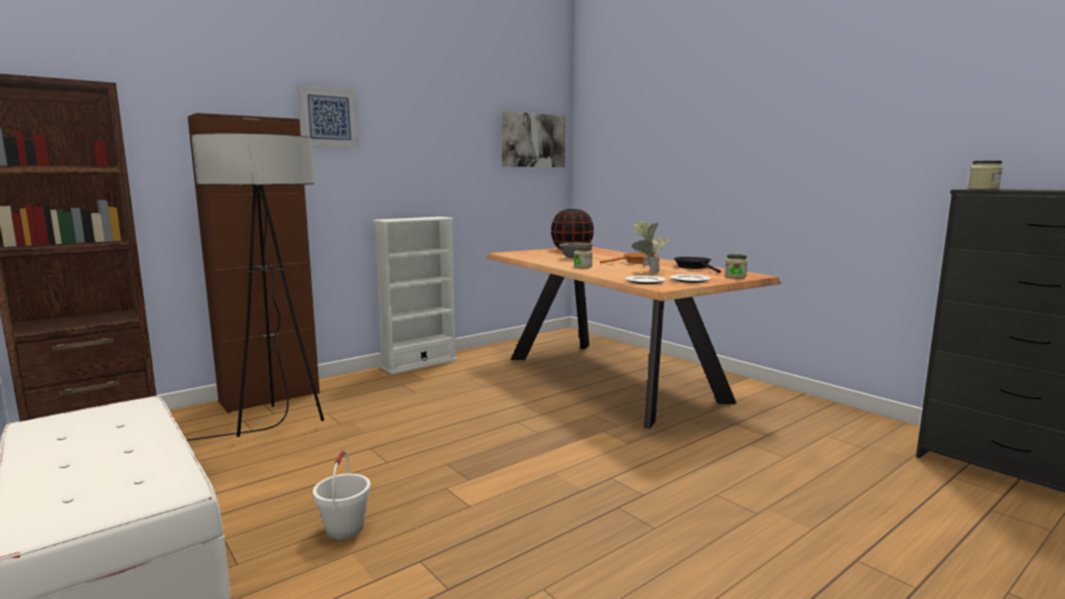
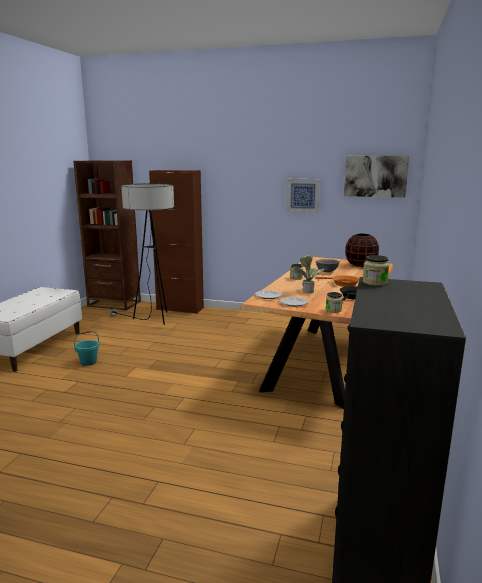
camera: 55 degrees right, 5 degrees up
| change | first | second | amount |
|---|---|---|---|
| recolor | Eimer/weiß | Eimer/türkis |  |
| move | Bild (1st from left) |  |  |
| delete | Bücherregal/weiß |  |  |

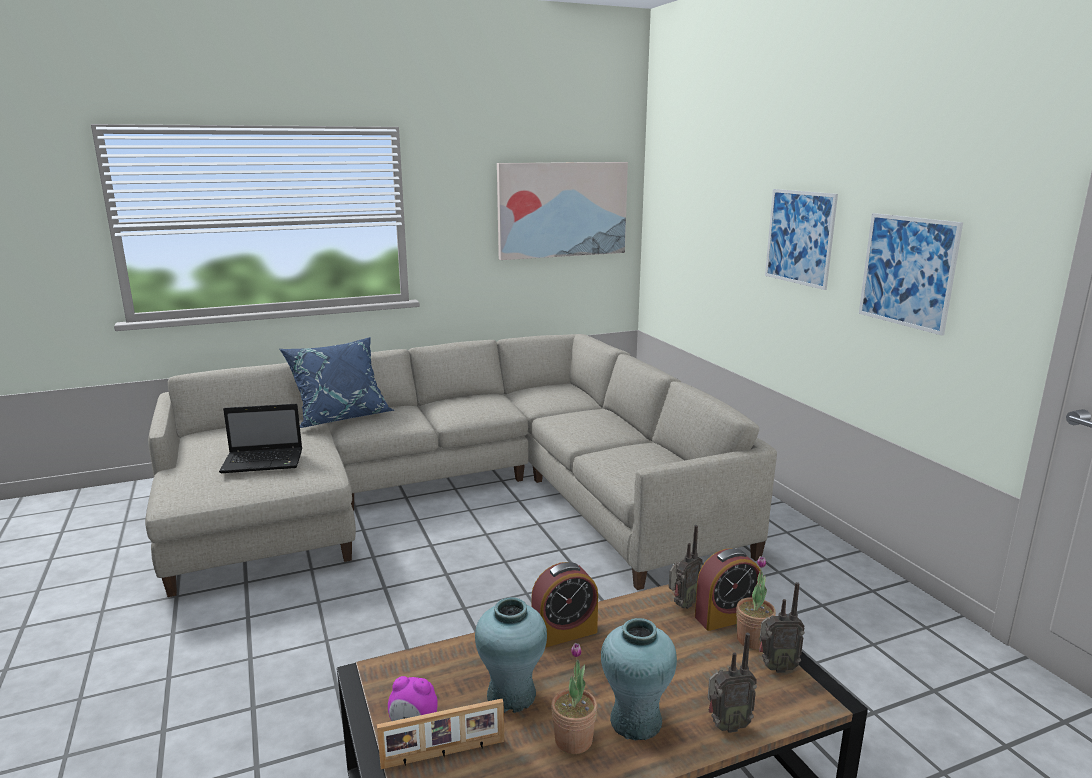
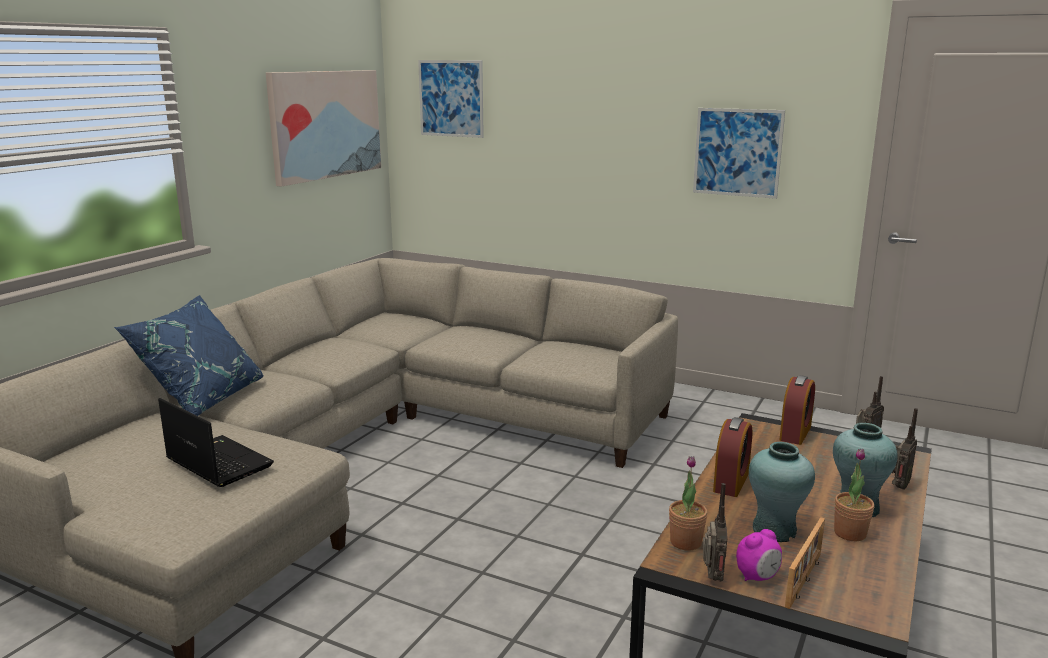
camera: 40 degrees left, 0 degrees up
| change | first | second | amount |
|---|---|---|---|
| rotate | Laptop |  | 90 degrees counterclockwise |
| move | Bild (2nd from left) |  |  |
| move | Topfpflanze (2nd from left in the first image) | Topfpflanze (1st from left) |  |
| move | Radio (1st from left) |  |  |

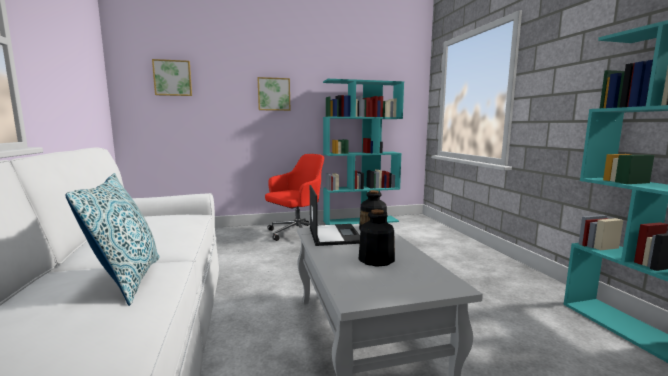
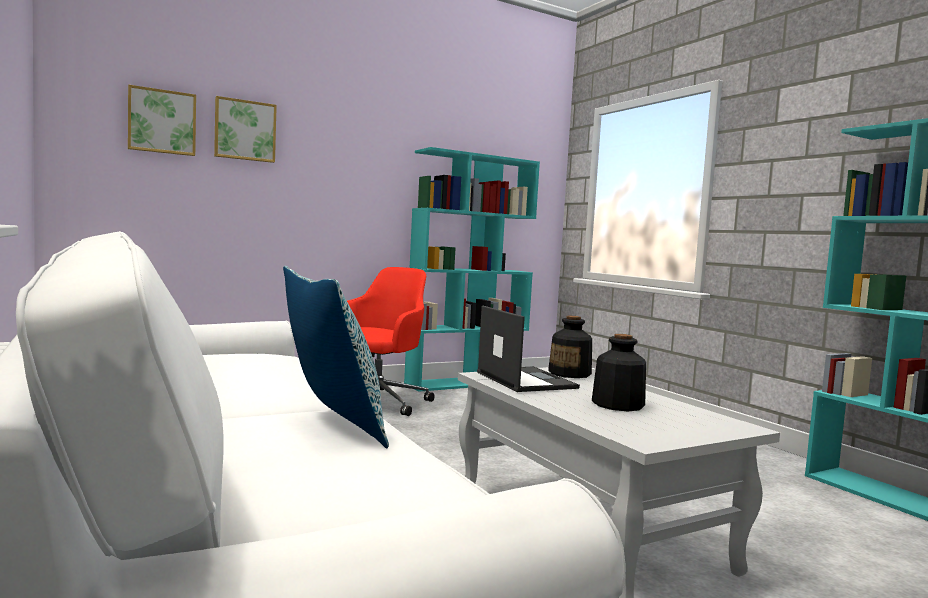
camera: 15 degrees left, 5 degrees down
| change | first | second | amount |
|---|---|---|---|
| move | Bild (2nd from left) |  |  |

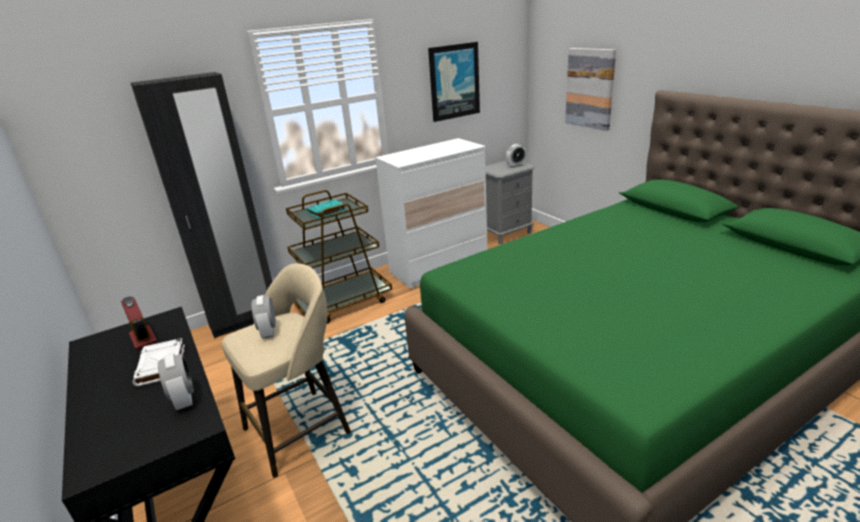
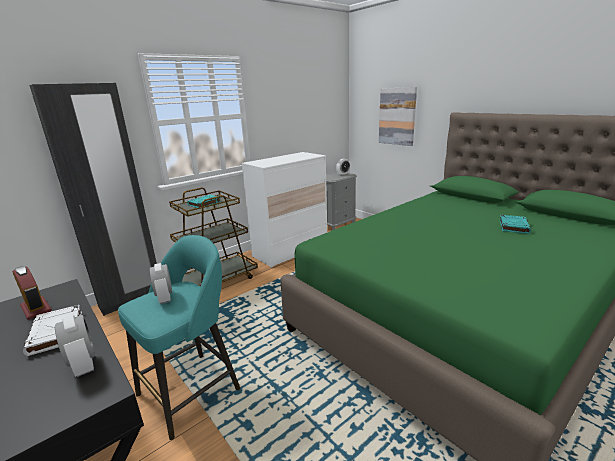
camera: 10 degrees left, 5 degrees down
| change | first | second | amount |
|---|---|---|---|
| recolor | Hocker/beige | Hocker/türkis |  |
| insert |  | Buch/türkis (2nd from left) |  |
| delete | Bild (1st from left) |  |  |

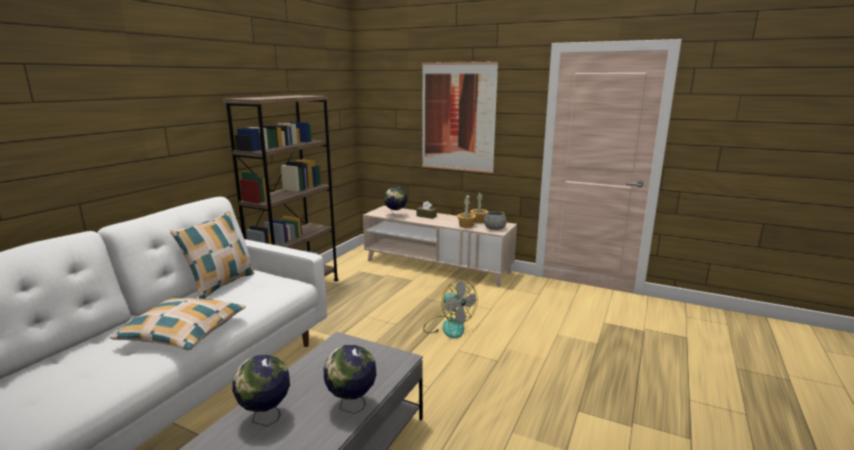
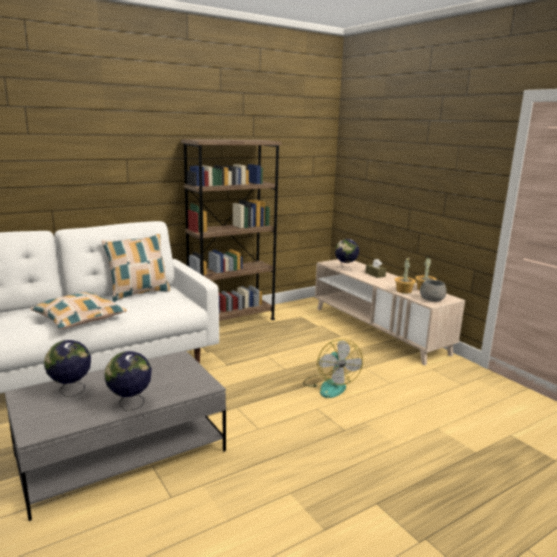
camera: 30 degrees right, 0 degrees up
| change | first | second | amount |
|---|---|---|---|
| delete | Bild |  |  |

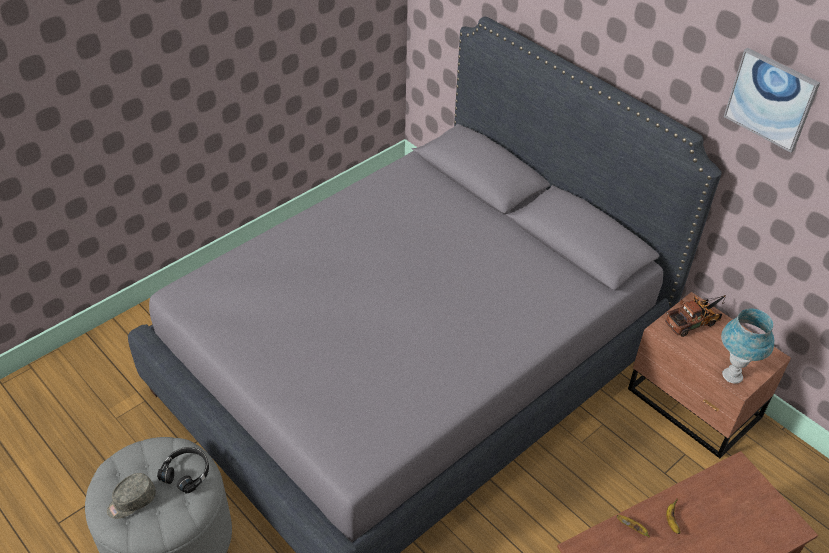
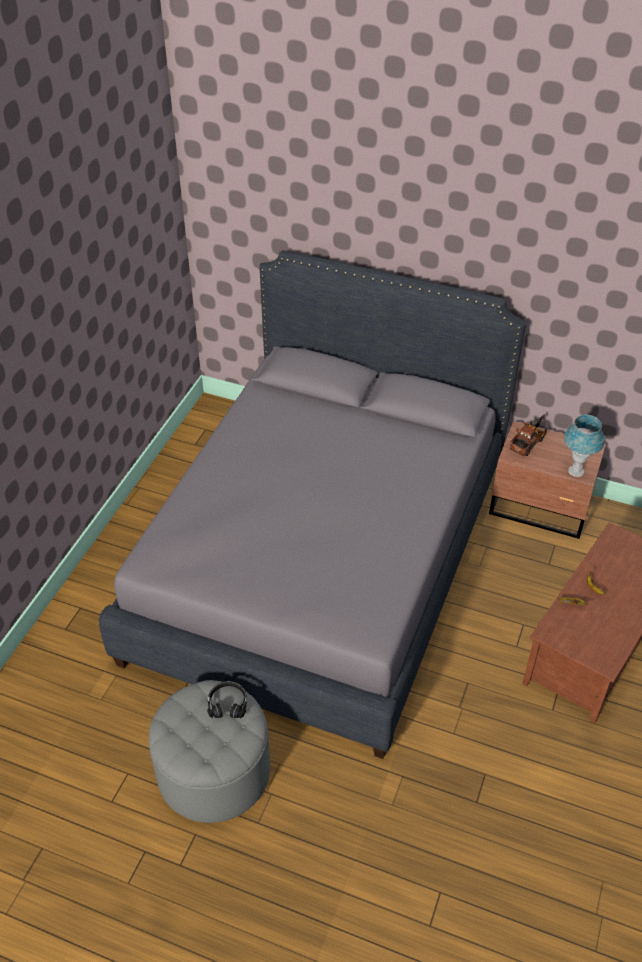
camera: 25 degrees left, 0 degrees up
| change | first | second | amount |
|---|---|---|---|
| delete | Kappe/grau |  |  |
| delete | Bild |  |  |

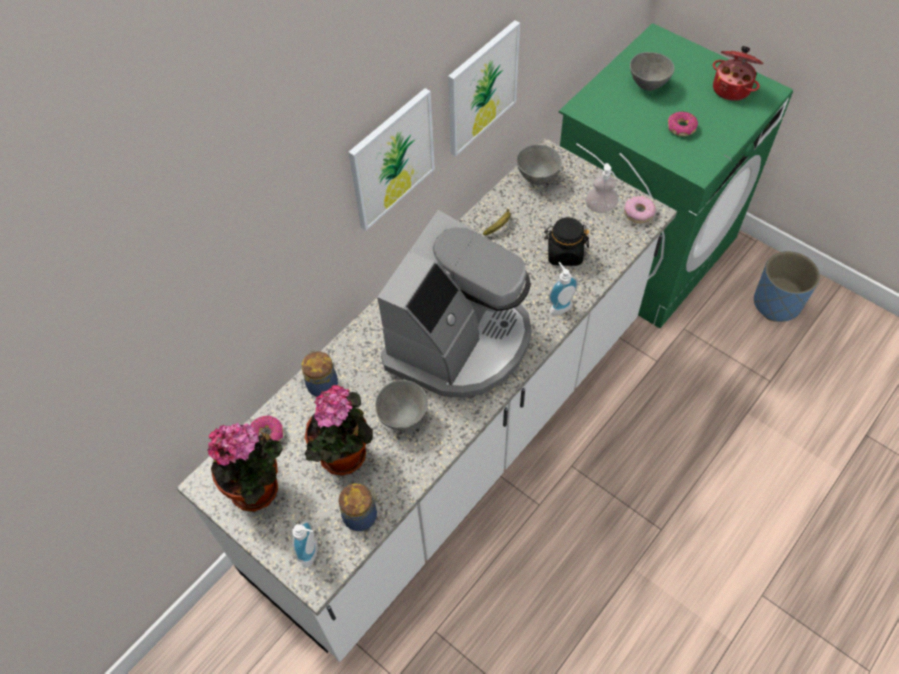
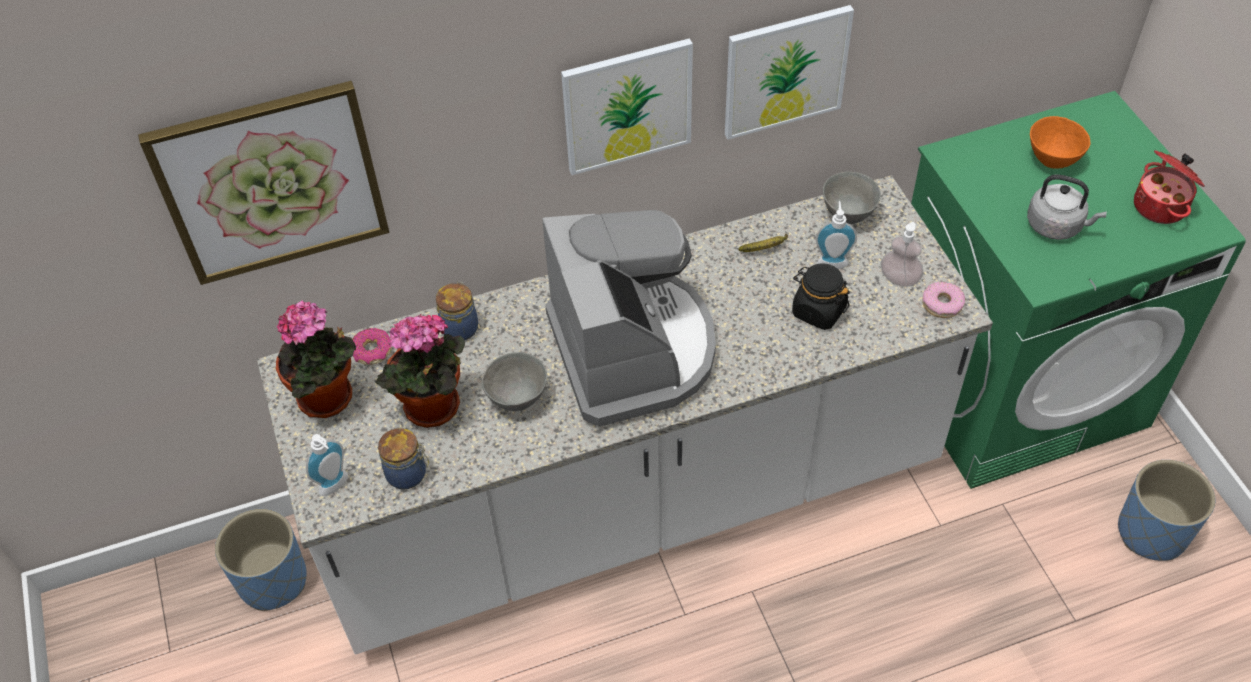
camera: 30 degrees right, 5 degrees down
| change | first | second | amount |
|---|---|---|---|
| insert |  | Bild (1st from left) |  |
| insert |  | Pflanzkübel/blau (1st from left) |  |
| rotate | Kaffeemaschine |  | 75 degrees counterclockwise |
| move | Seifenspender (2nd from left) |  |  |
| replace | Donut (3rd from left) | Wasserkessel/grau |  |
| recolor | Schüssel/grau (3rd from left) | Schüssel/orange |  |

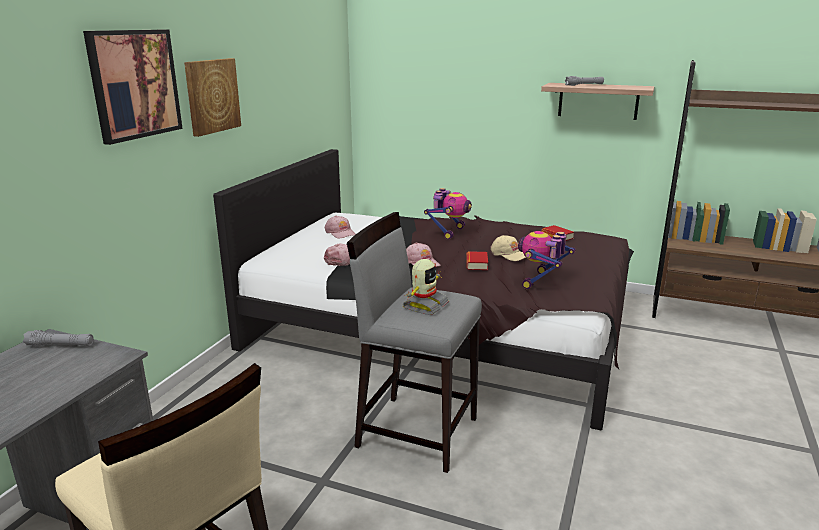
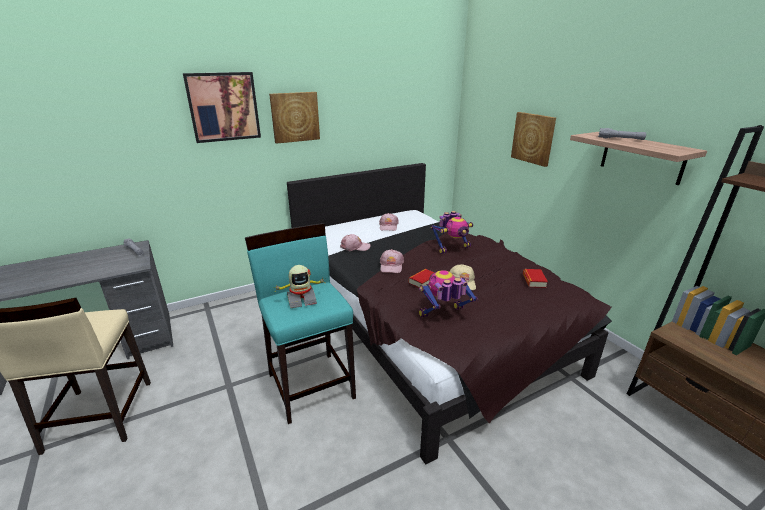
camera: 40 degrees right, 5 degrees up
| change | first | second | amount |
|---|---|---|---|
| recolor | Hocker/grau | Hocker/türkis |  |
| insert |  | Bild (3rd from left) |  |

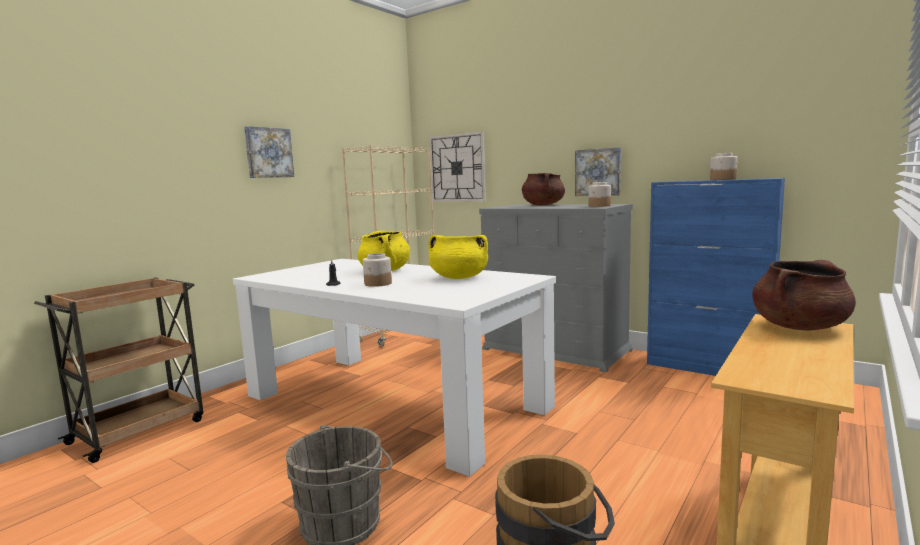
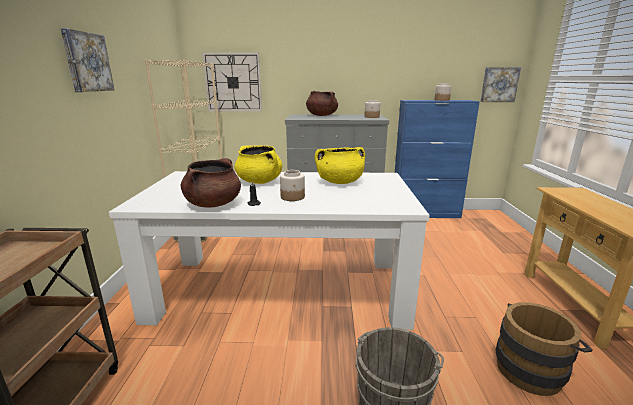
camera: 35 degrees left, 10 degrees up
| change | first | second | amount |
|---|---|---|---|
| move | Kochtopf/braun (2nd from left in the first image) | Kochtopf/braun (1st from left) |  |
| move | Bild (2nd from left) |  |  |

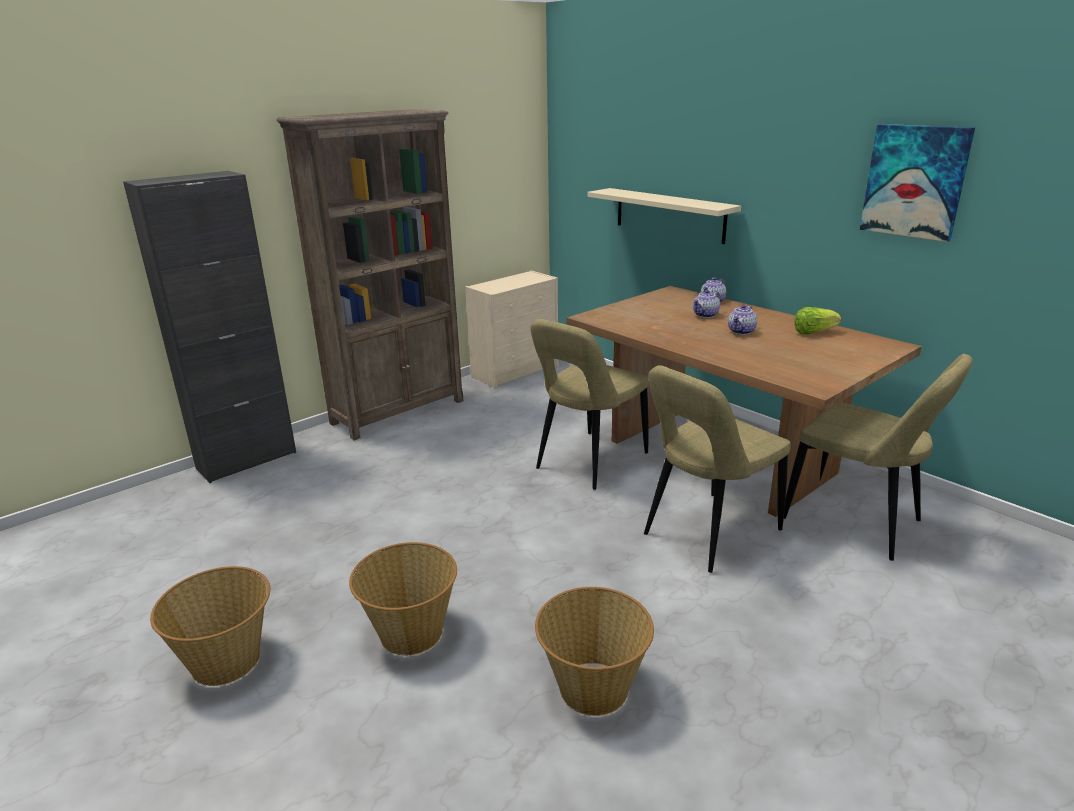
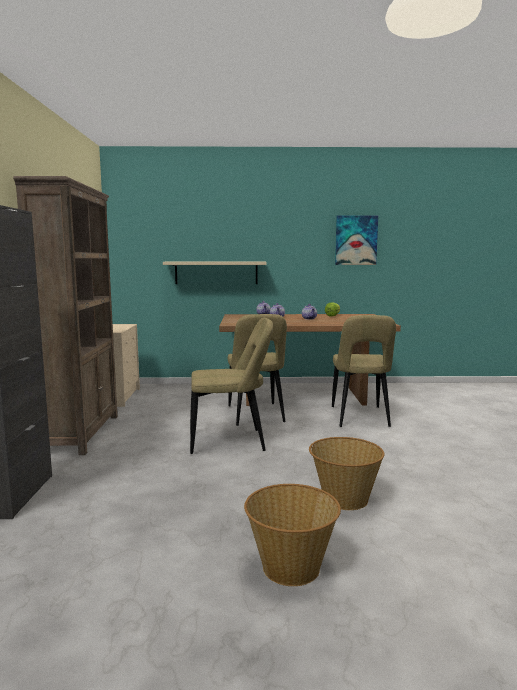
camera: 50 degrees left, 15 degrees down
| change | first | second | amount |
|---|---|---|---|
| move | Stuhl/beige (3rd from left in the first image) | Stuhl/beige (1st from left) |  |
| delete | Korb (3rd from left) |  |  |

